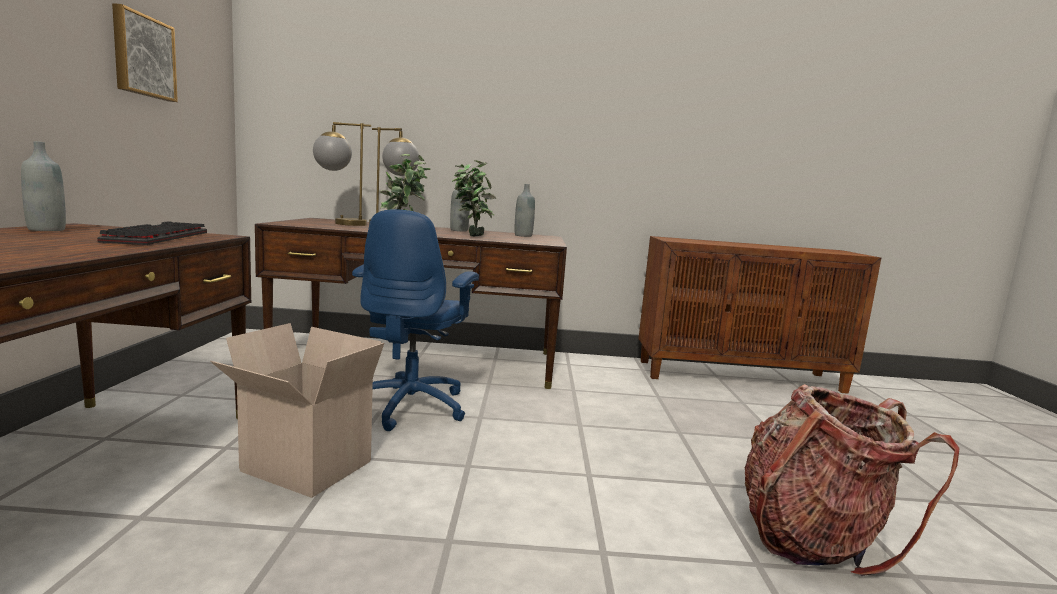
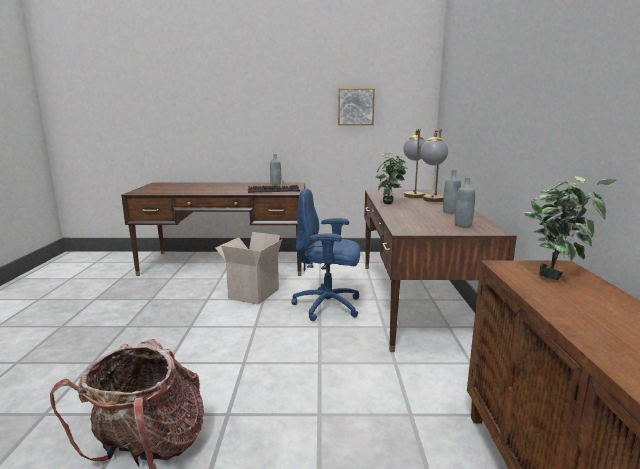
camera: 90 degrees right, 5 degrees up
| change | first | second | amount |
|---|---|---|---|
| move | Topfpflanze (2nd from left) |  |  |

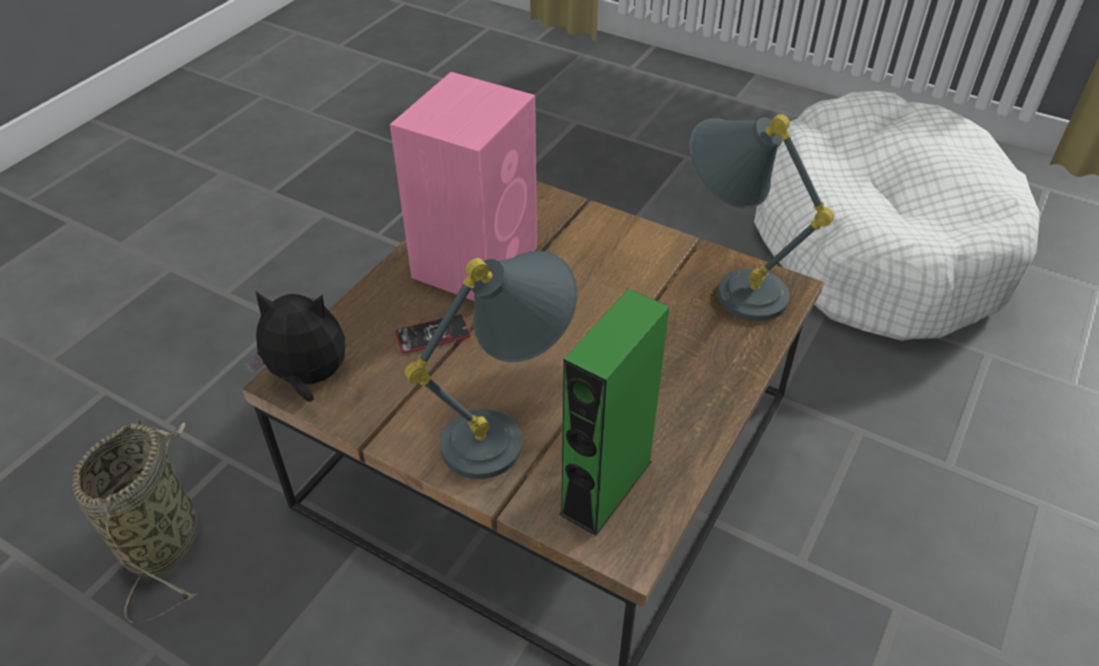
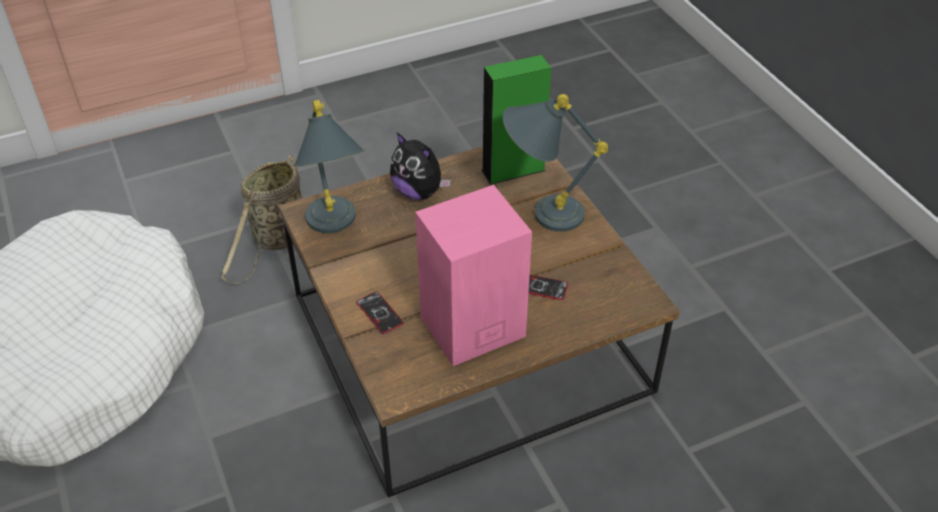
camera: 145 degrees left, 0 degrees up
| change | first | second | amount |
|---|---|---|---|
| move | Korb |  |  |
| insert |  | Handy (1st from left) |  |
| move | Plüschtier |  |  |

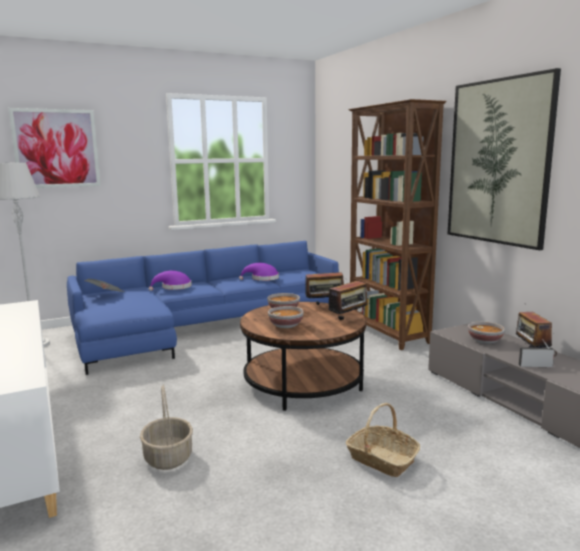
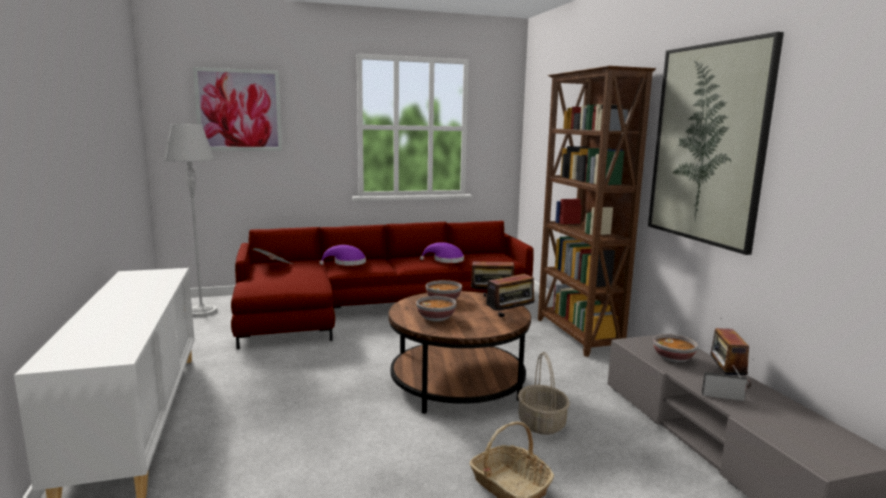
camera: 10 degrees right, 0 degrees up
| change | first | second | amount |
|---|---|---|---|
| recolor | Sofa/blau | Sofa/rot |  |
| move | Korb (1st from left in the first image) | Korb (2nd from left) |  |

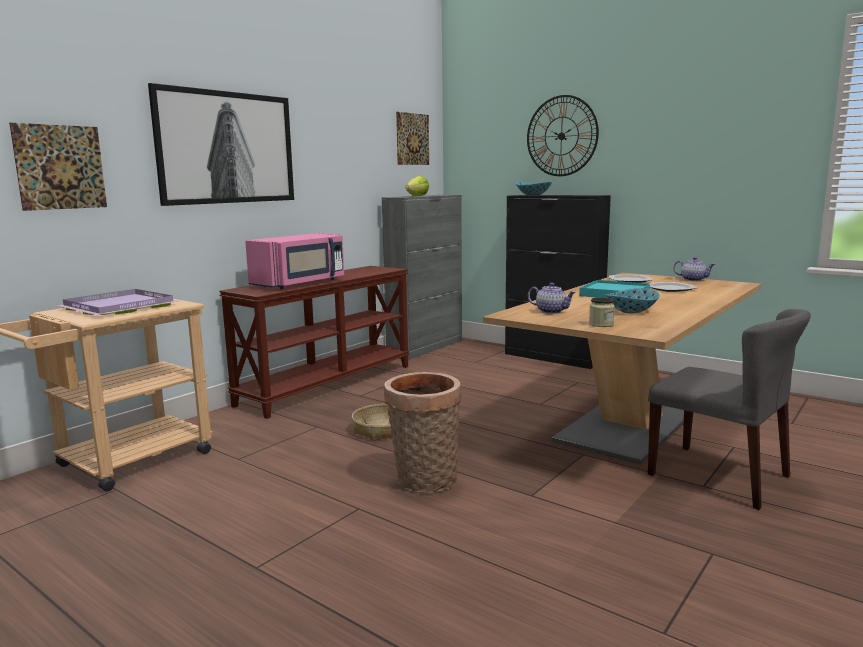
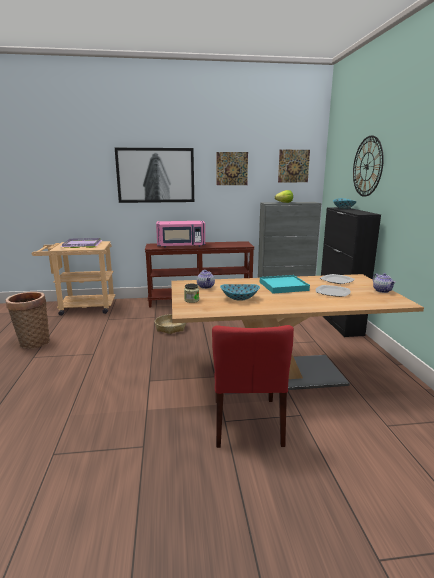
camera: 45 degrees right, 5 degrees up
| change | first | second | amount |
|---|---|---|---|
| move | Korb (2nd from left in the first image) | Korb (1st from left) |  |
| recolor | Stuhl/grau | Stuhl/rot |  |
| move | Bild (1st from left in the first image) | Bild (2nd from left) |  |

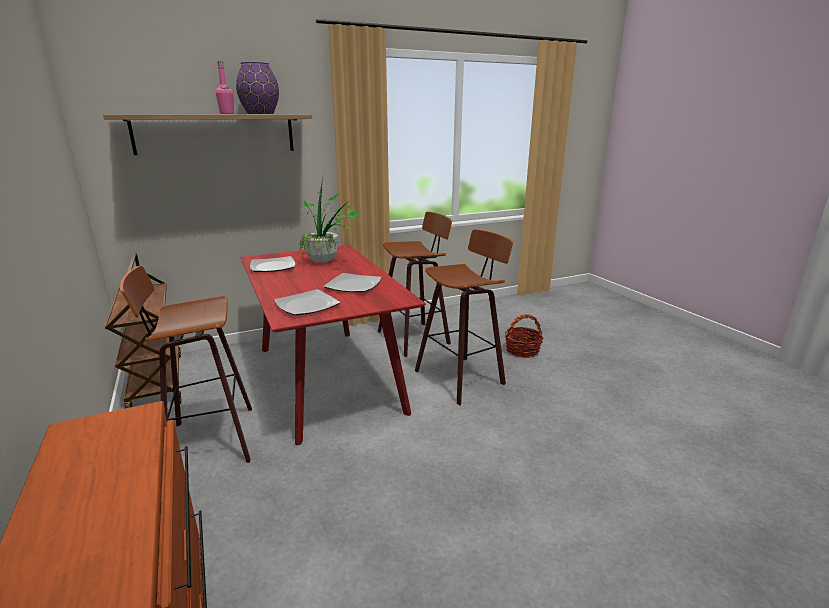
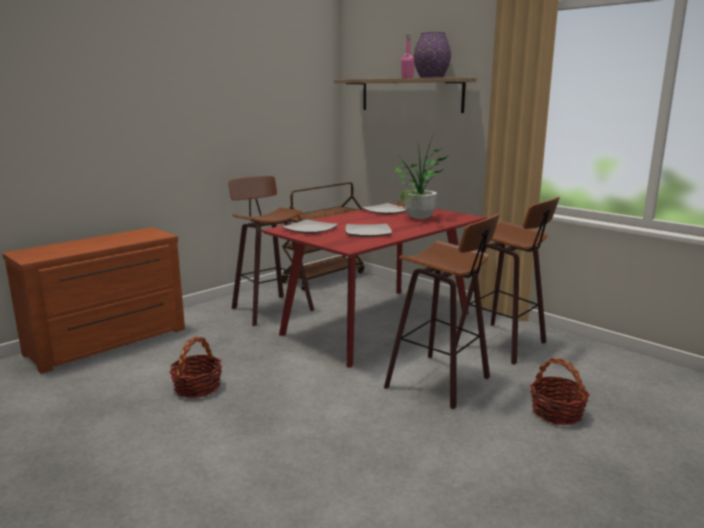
camera: 70 degrees right, 5 degrees down
| change | first | second | amount |
|---|---|---|---|
| insert |  | Korb (1st from left) |  |

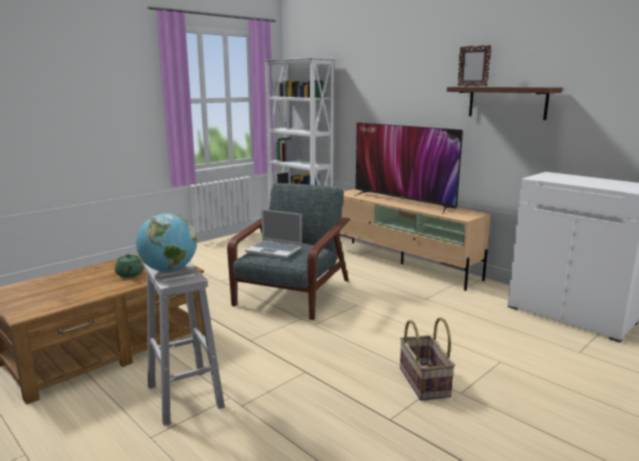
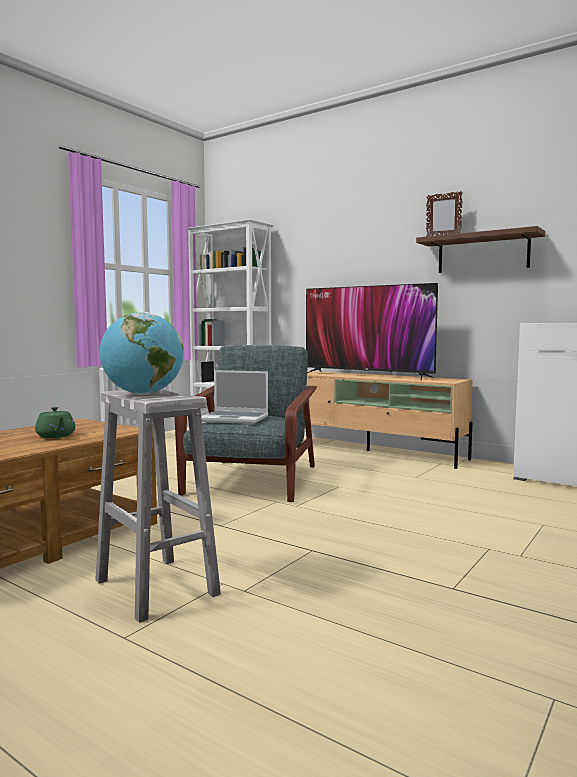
camera: 10 degrees left, 10 degrees down
| change | first | second | amount |
|---|---|---|---|
| delete | Korb |  |  |

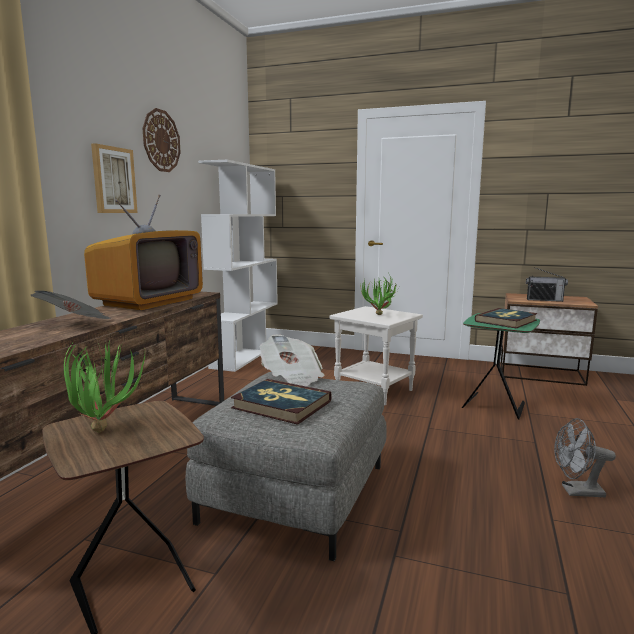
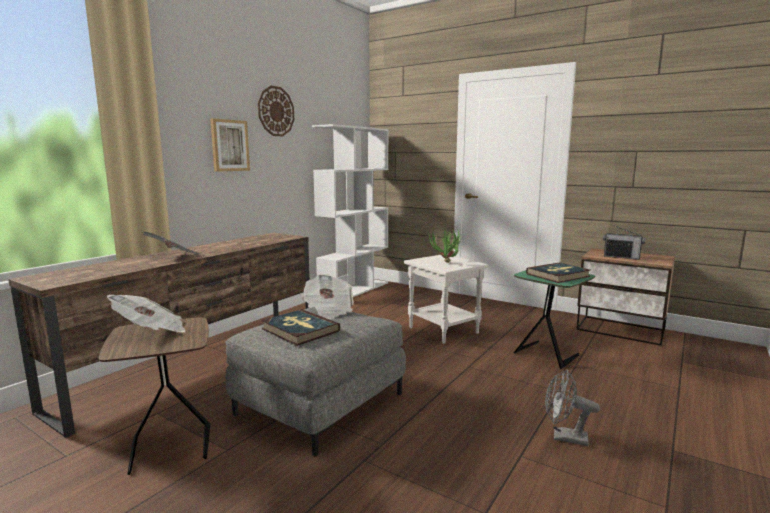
camera: 15 degrees right, 0 degrees up
| change | first | second | amount |
|---|---|---|---|
| replace | Topfpflanze (1st from left) | Zeitung (1st from left) |  |
| delete | Fernseher |  |  |

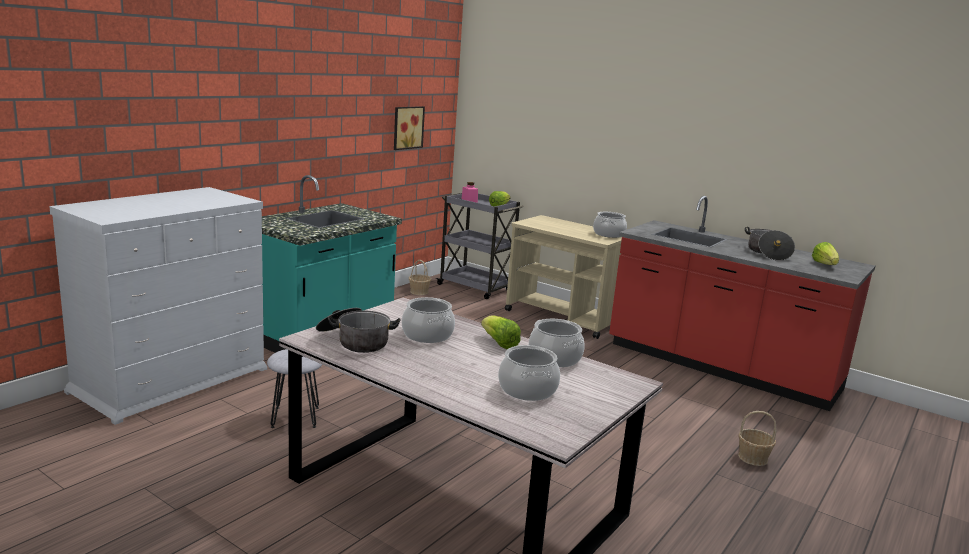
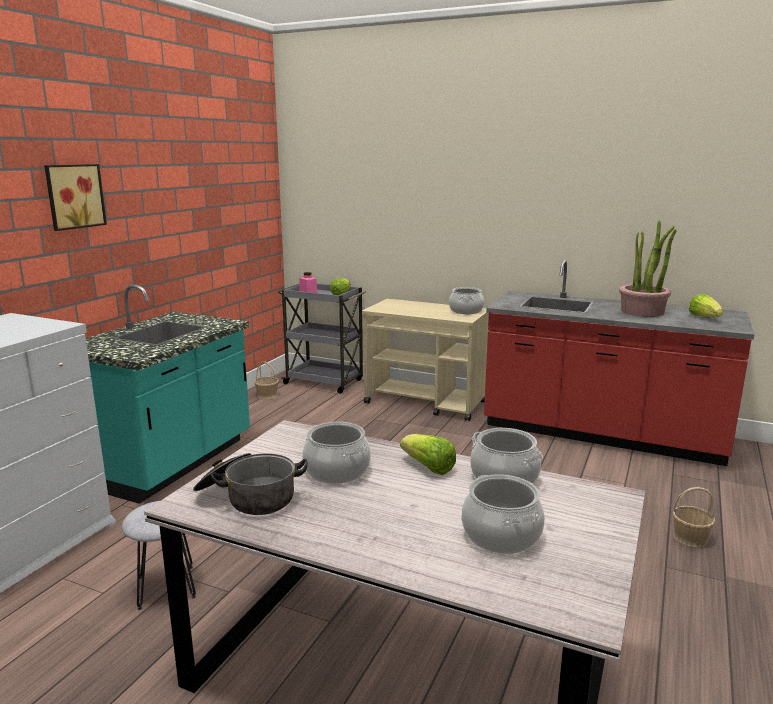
camera: 10 degrees left, 0 degrees up
| change | first | second | amount |
|---|---|---|---|
| move | Bild |  |  |
| replace | Kochtopf (6th from left) | Topfpflanze |  |

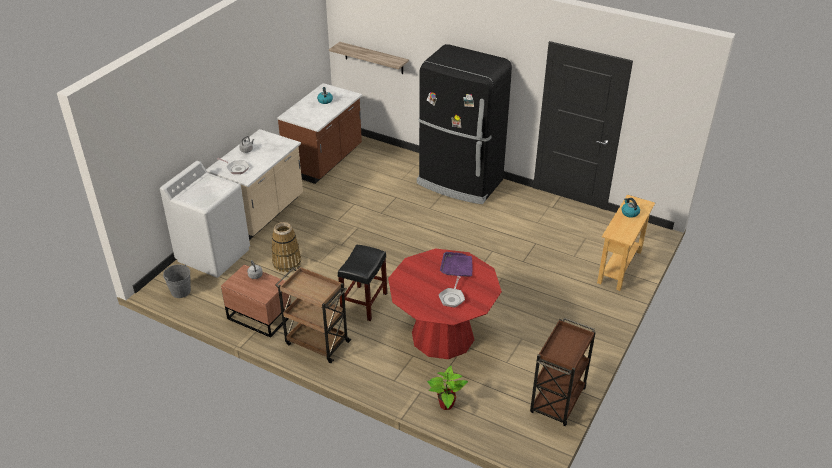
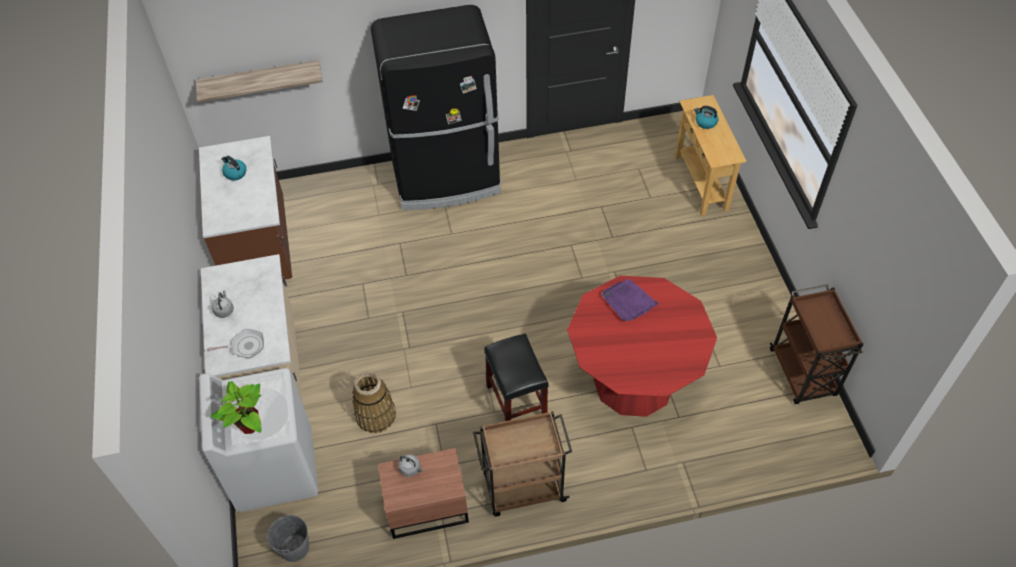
camera: 40 degrees left, 15 degrees up
| change | first | second | amount |
|---|---|---|---|
| move | Topfpflanze |  |  |
| delete | Pfanne (2nd from left) |  |  |

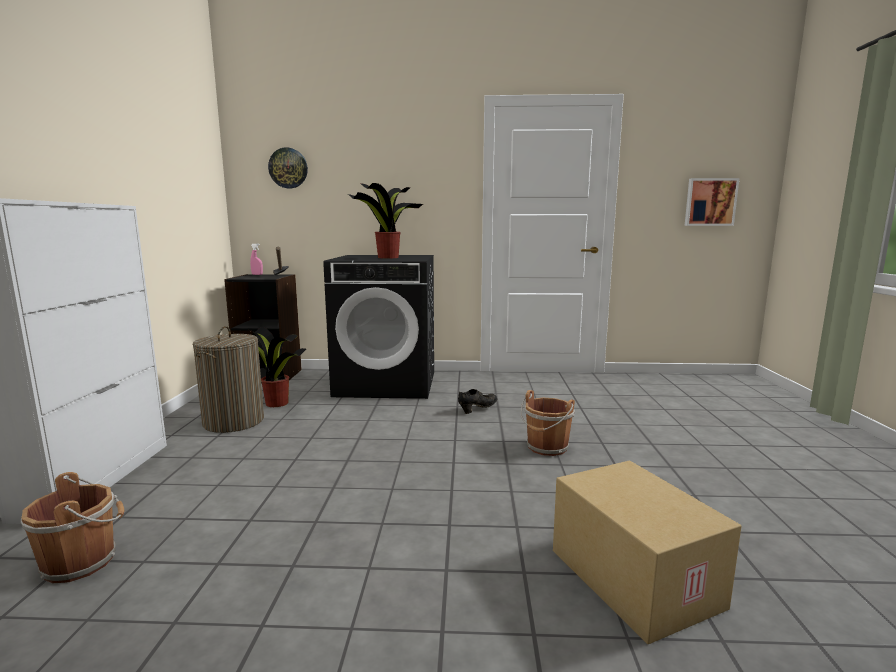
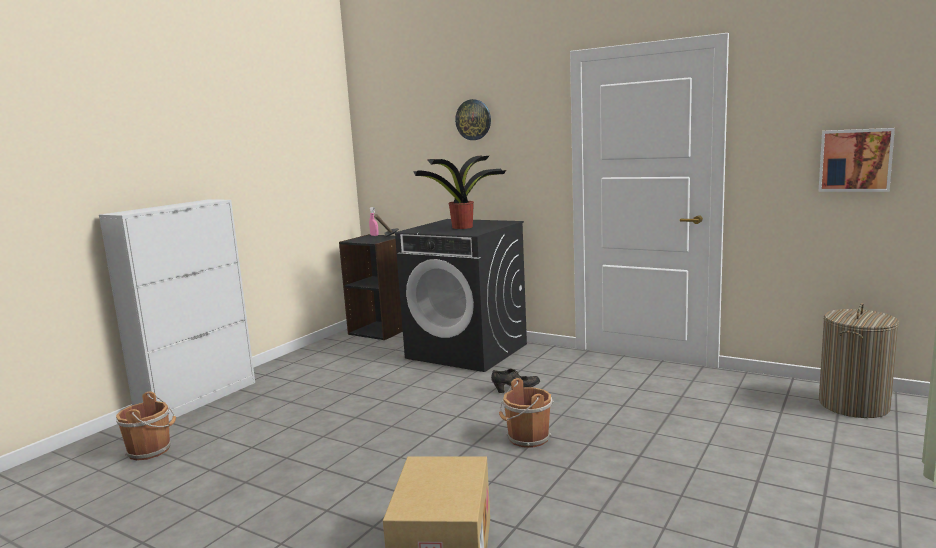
camera: 30 degrees right, 0 degrees up
| change | first | second | amount |
|---|---|---|---|
| move | Wanduhr |  |  |
| move | Wäschekorb |  |  |
| delete | Topfpflanze (1st from left) |  |  |

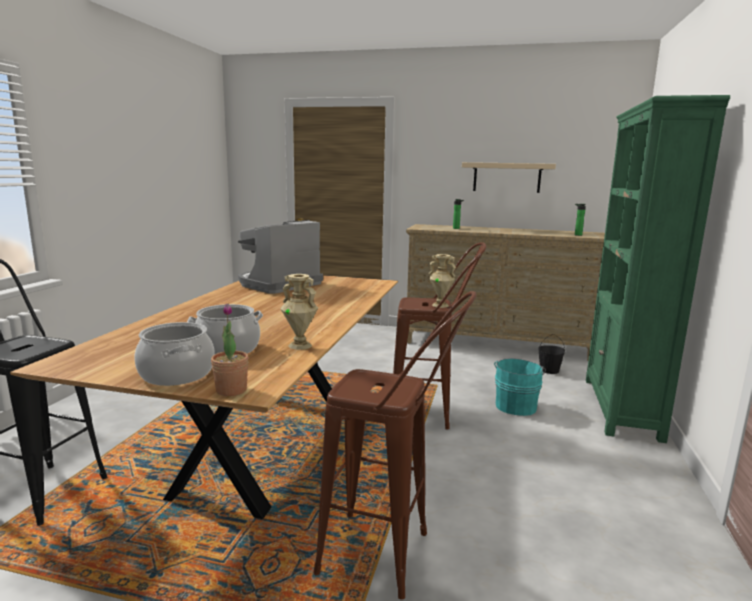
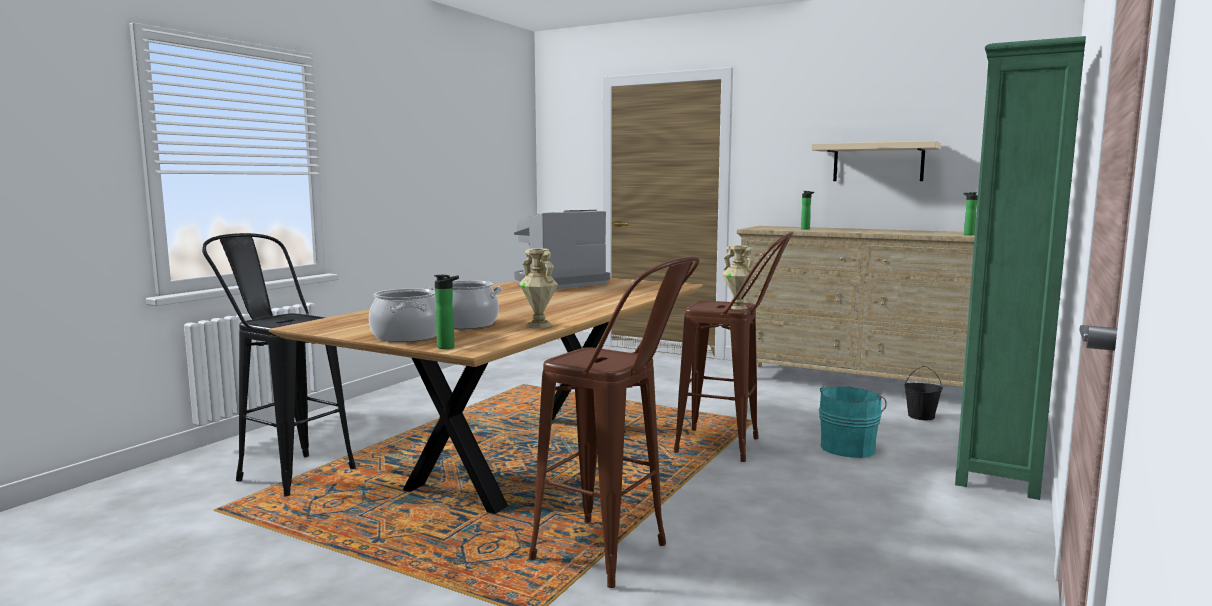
camera: 15 degrees right, 5 degrees down
| change | first | second | amount |
|---|---|---|---|
| replace | Topfpflanze | Flasche (1st from left) |  |

